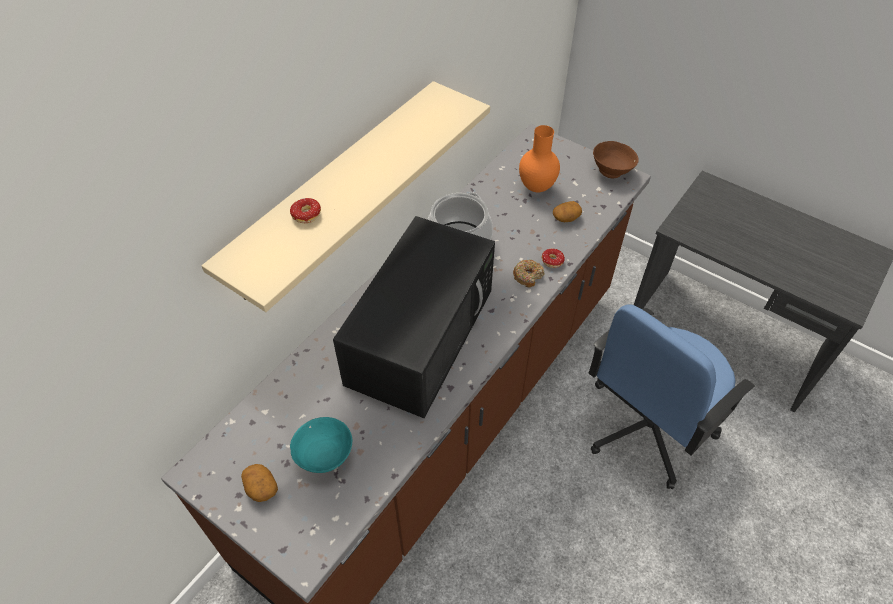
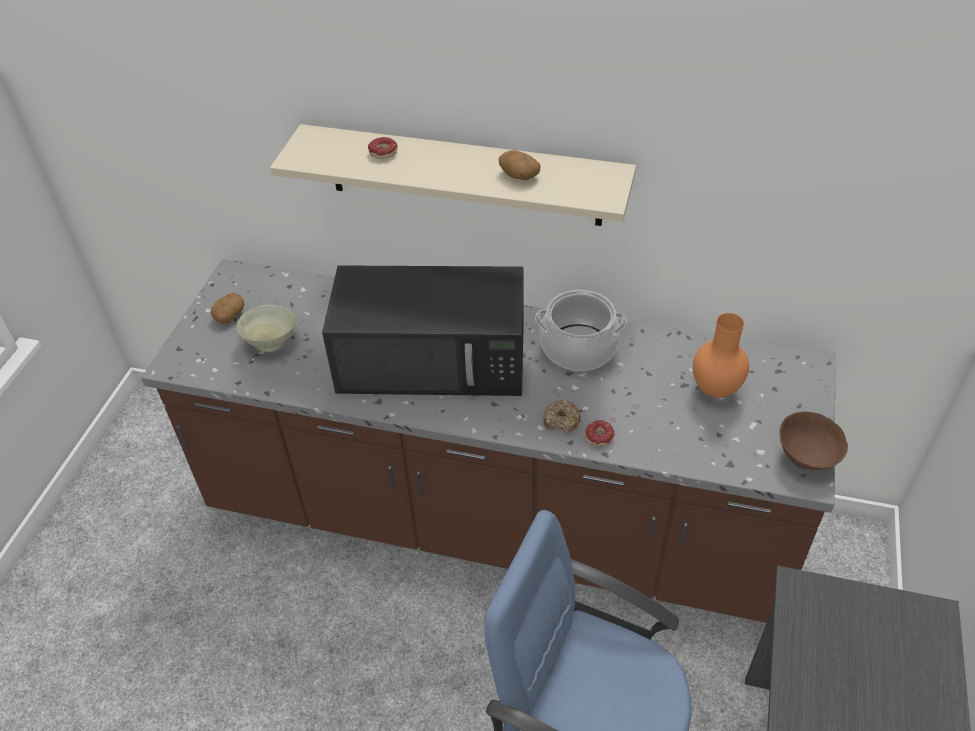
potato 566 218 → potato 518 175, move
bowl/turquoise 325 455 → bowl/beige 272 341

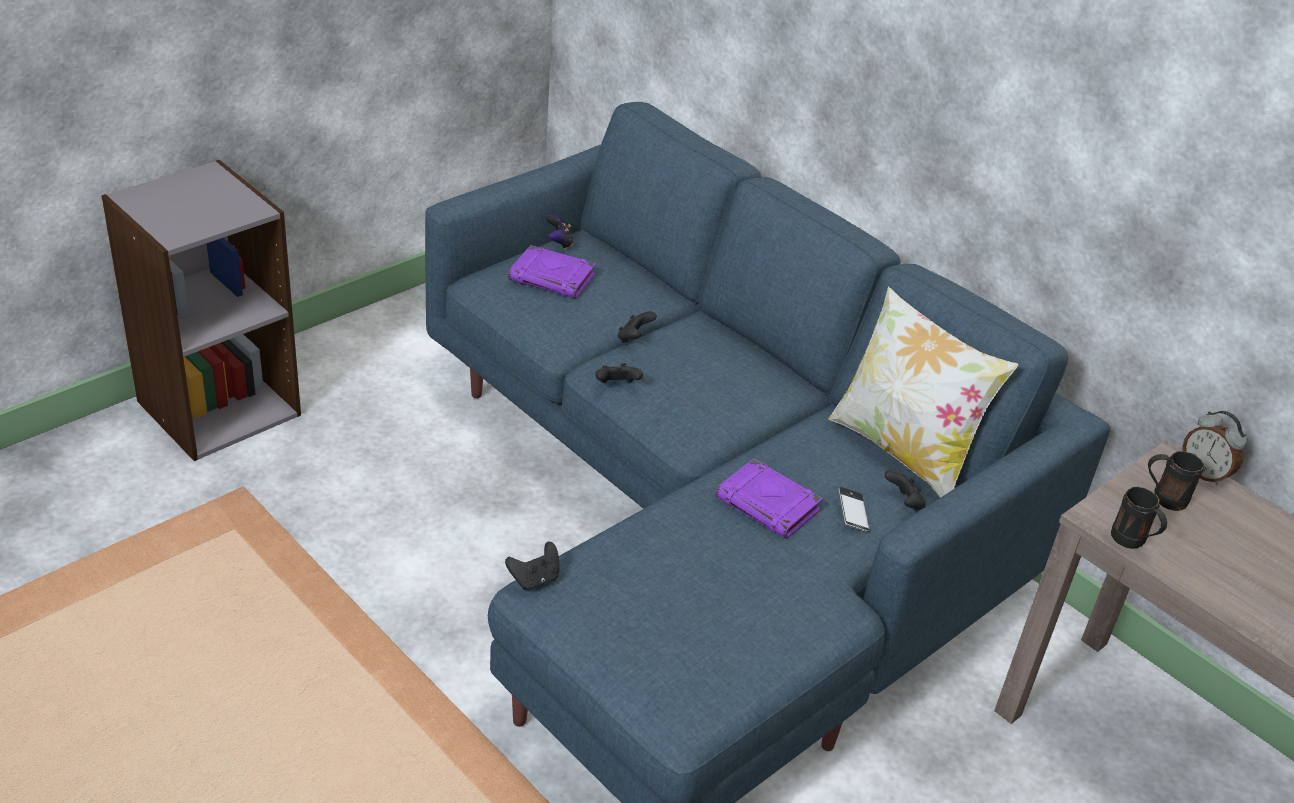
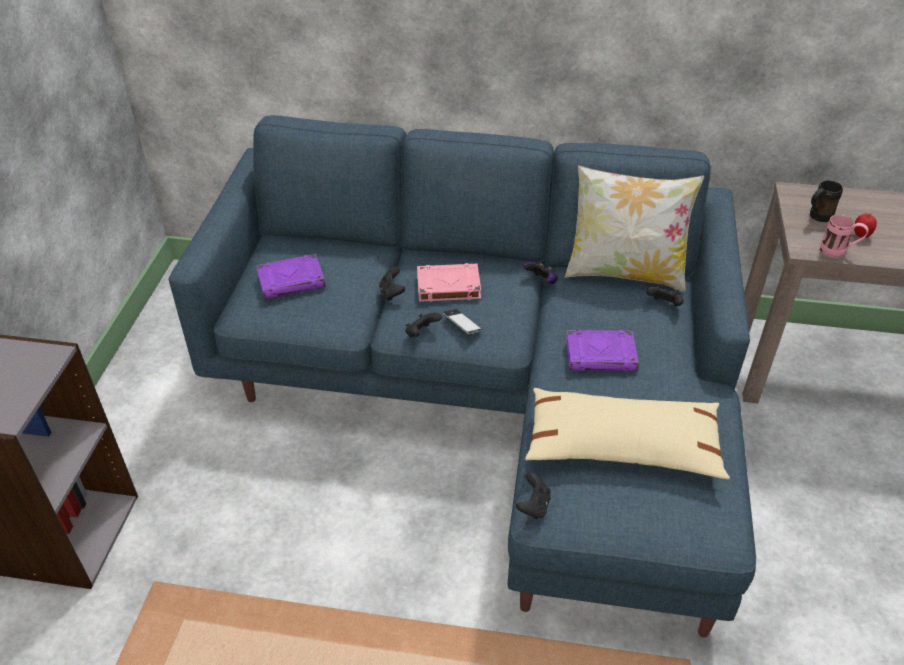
game controller 559 243 → game controller 541 281, move
alarm clock 1204 473 → -
phone 852 513 → phone 462 324, move
mug/black 1132 543 → mug/pink 838 253
- → apple 861 235
- → book/pink 447 286
- → pillow/beige 622 445

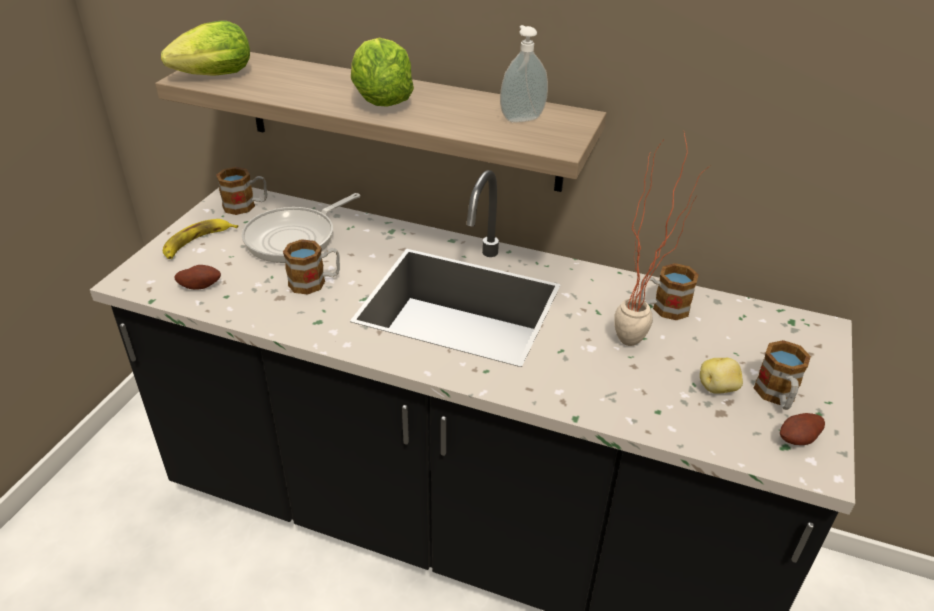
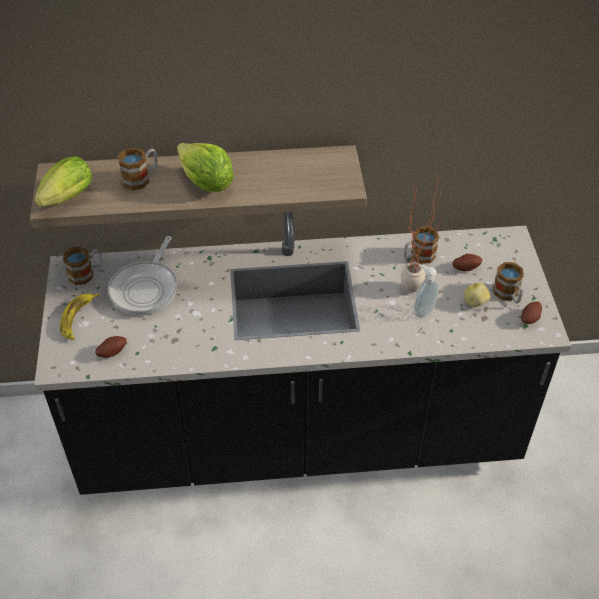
soap dispenser 521 118 → soap dispenser 423 310, move
mug 315 282 → mug 141 178, move
- → potato 465 267

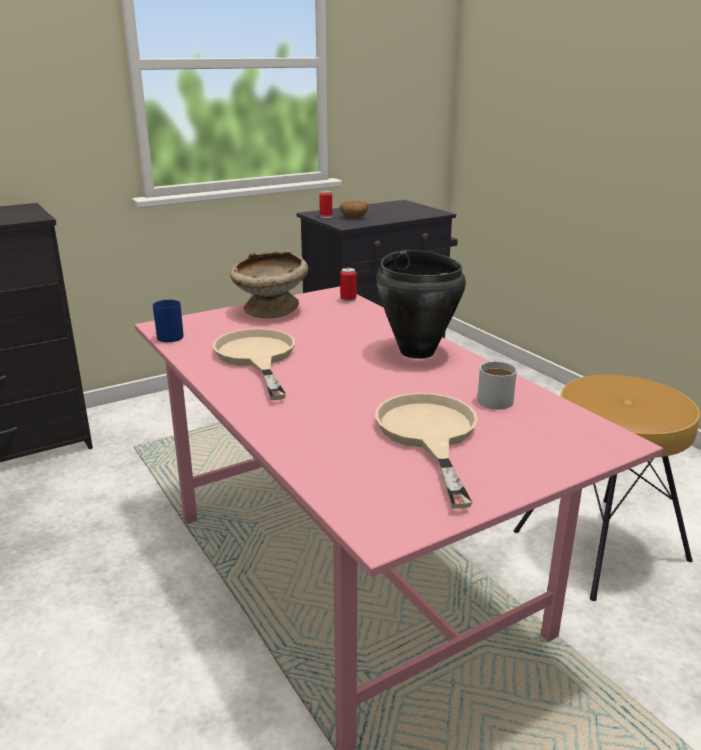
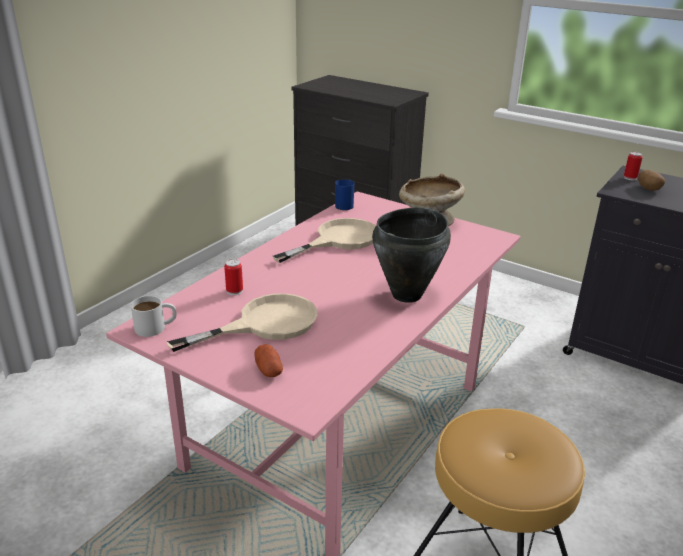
can 348 300 → can 234 291, move
mug/white 494 397 → mug/white 156 327, move
- → potato 269 370

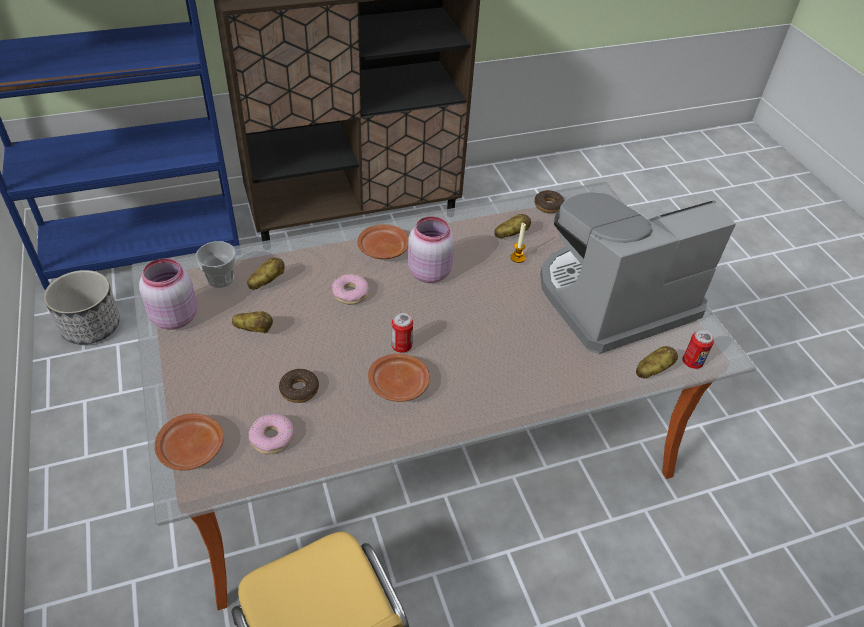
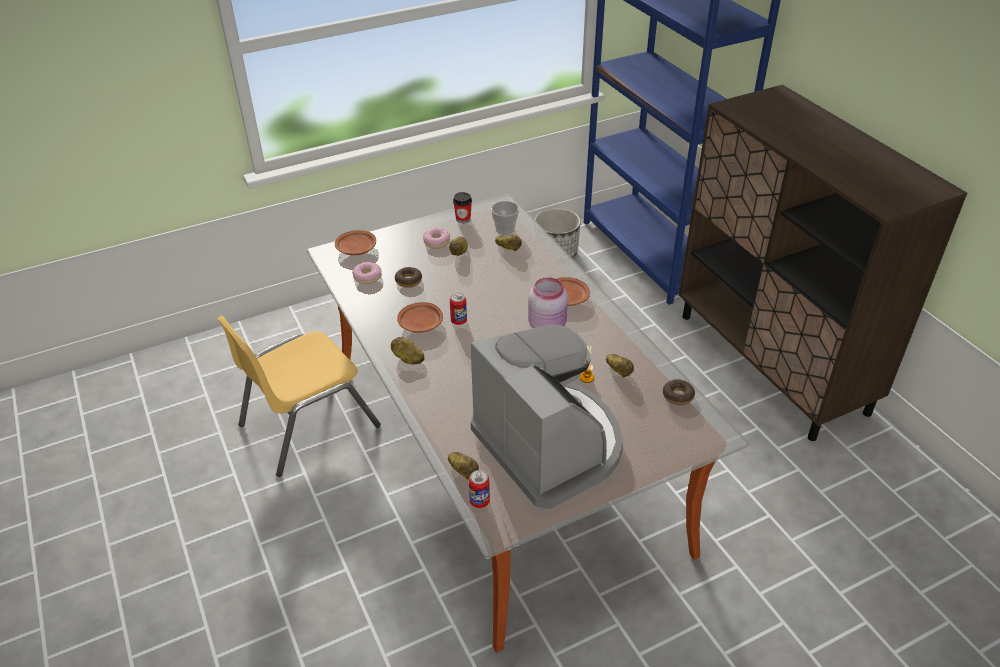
jar/pink 174 316 → cup 463 219
donut 350 293 → donut 437 242, move
- → potato 407 359

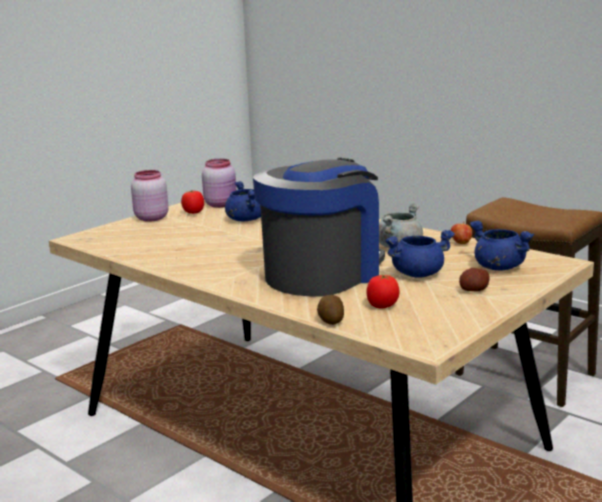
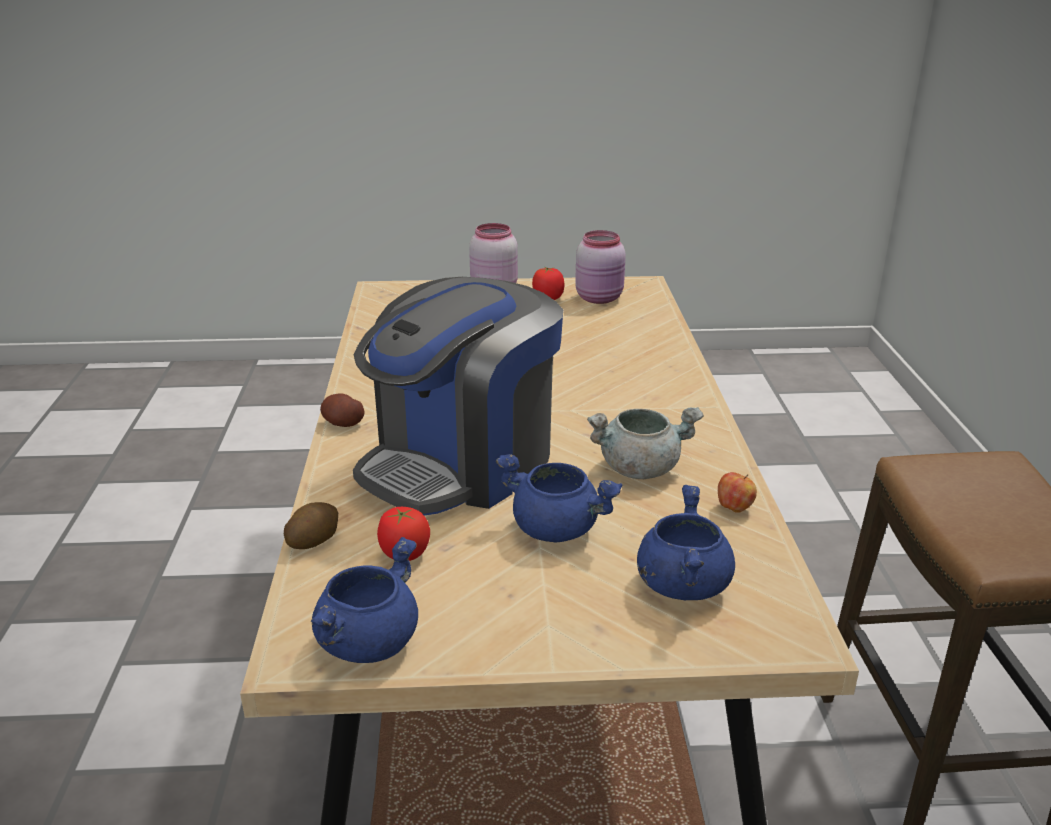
coffee machine 323 274 → coffee machine 461 463, 135 degrees clockwise
cooking pot/blue 245 219 → cooking pot/blue 368 641, move
potato 474 290 → potato 343 423, move

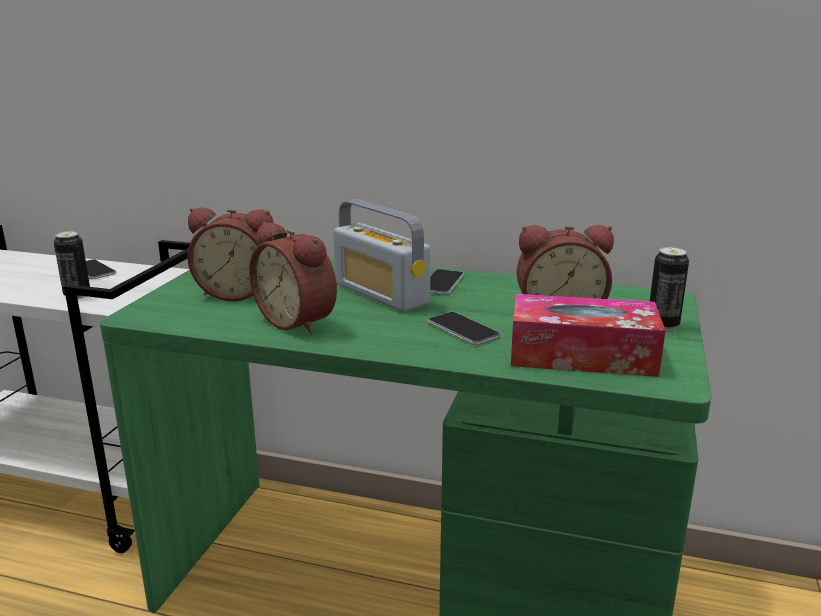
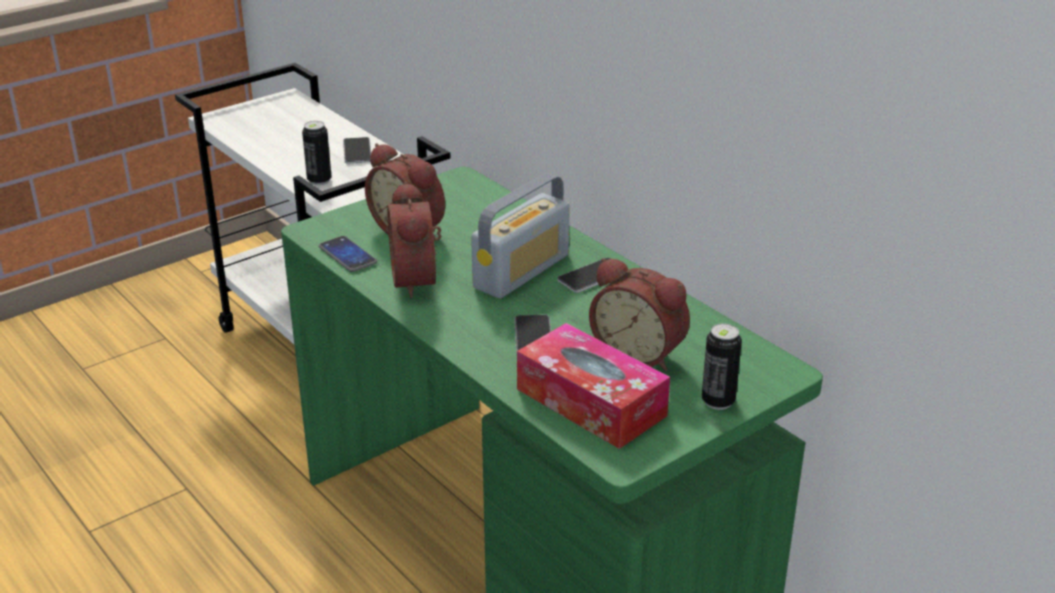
radio 381 294 → radio 521 271, 135 degrees counterclockwise
- → phone 347 255

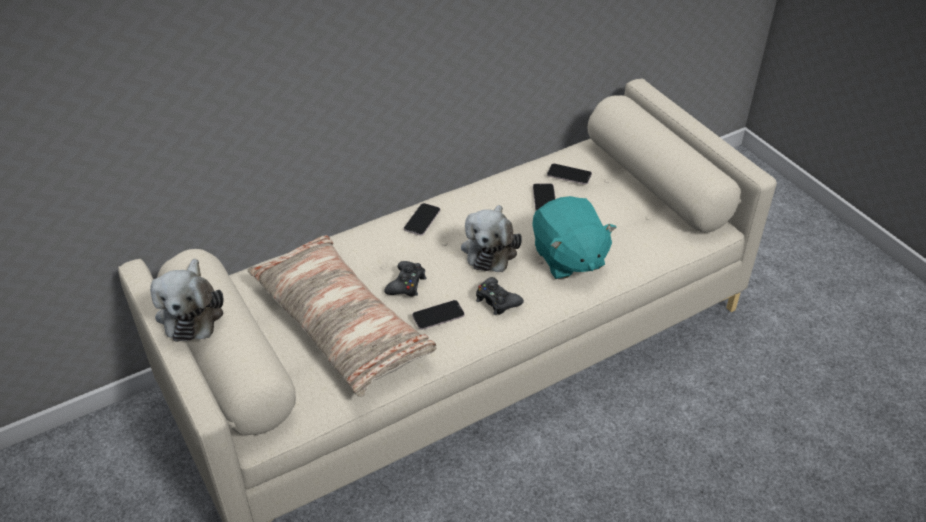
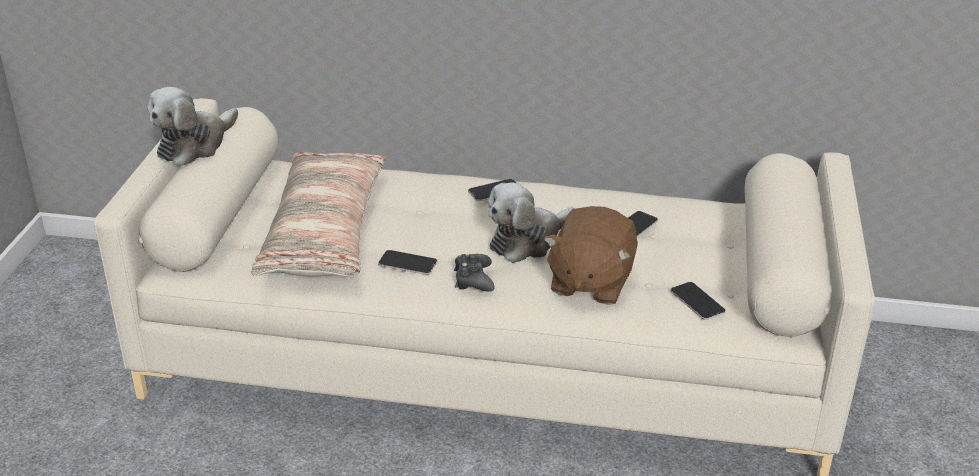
phone 569 174 → phone 697 301, move
plush toy/turquoise 568 258 → plush toy/brown 590 282
game controller/black 406 284 → -

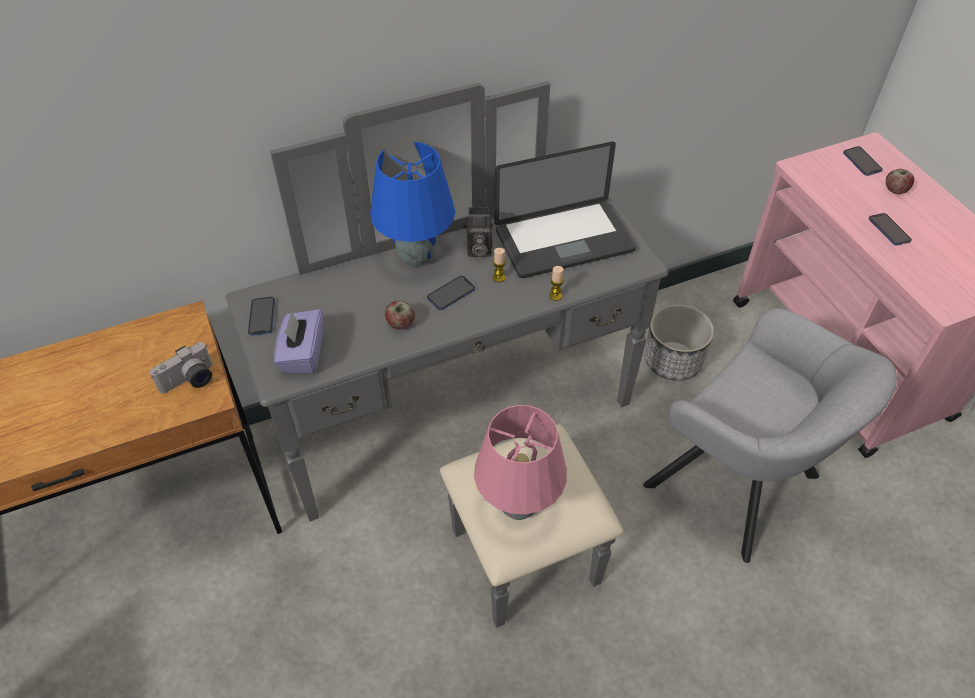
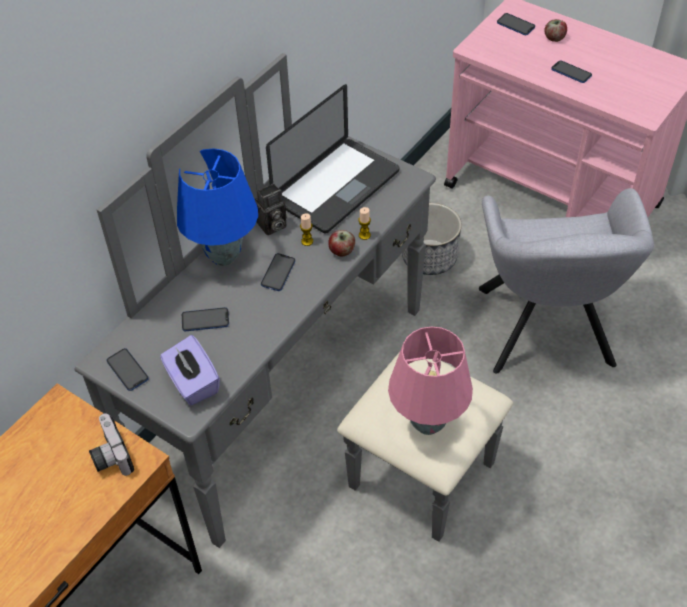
apple 400 324 → apple 342 251, move
armchair/grey 740 487 → armchair/grey 546 333, 75 degrees clockwise
photo camera 190 381 → photo camera 109 456, 135 degrees clockwise
- → phone 205 320

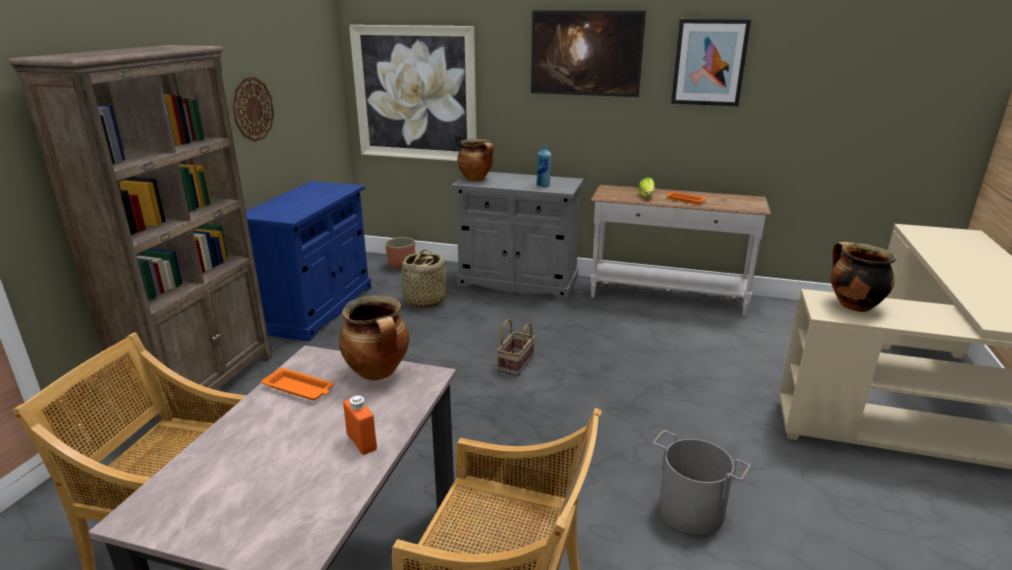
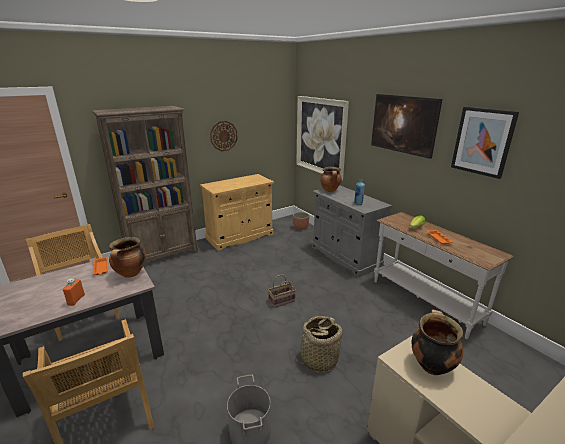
cabinet/blue 317 308 → cabinet/beige 240 236
basket 424 301 → basket 318 358, move

